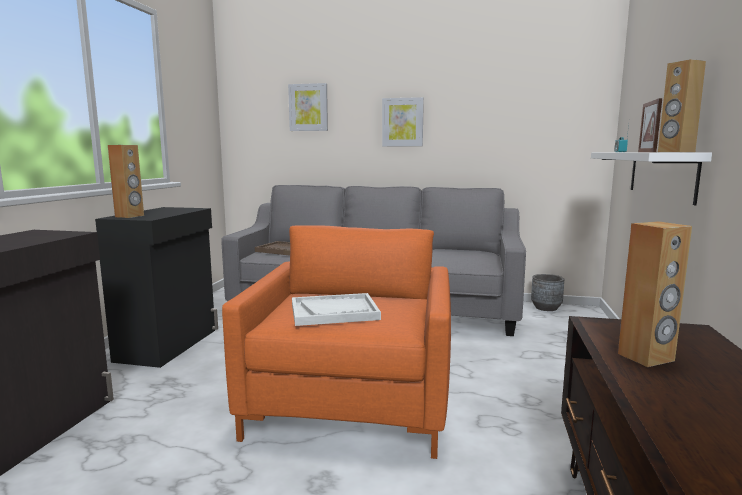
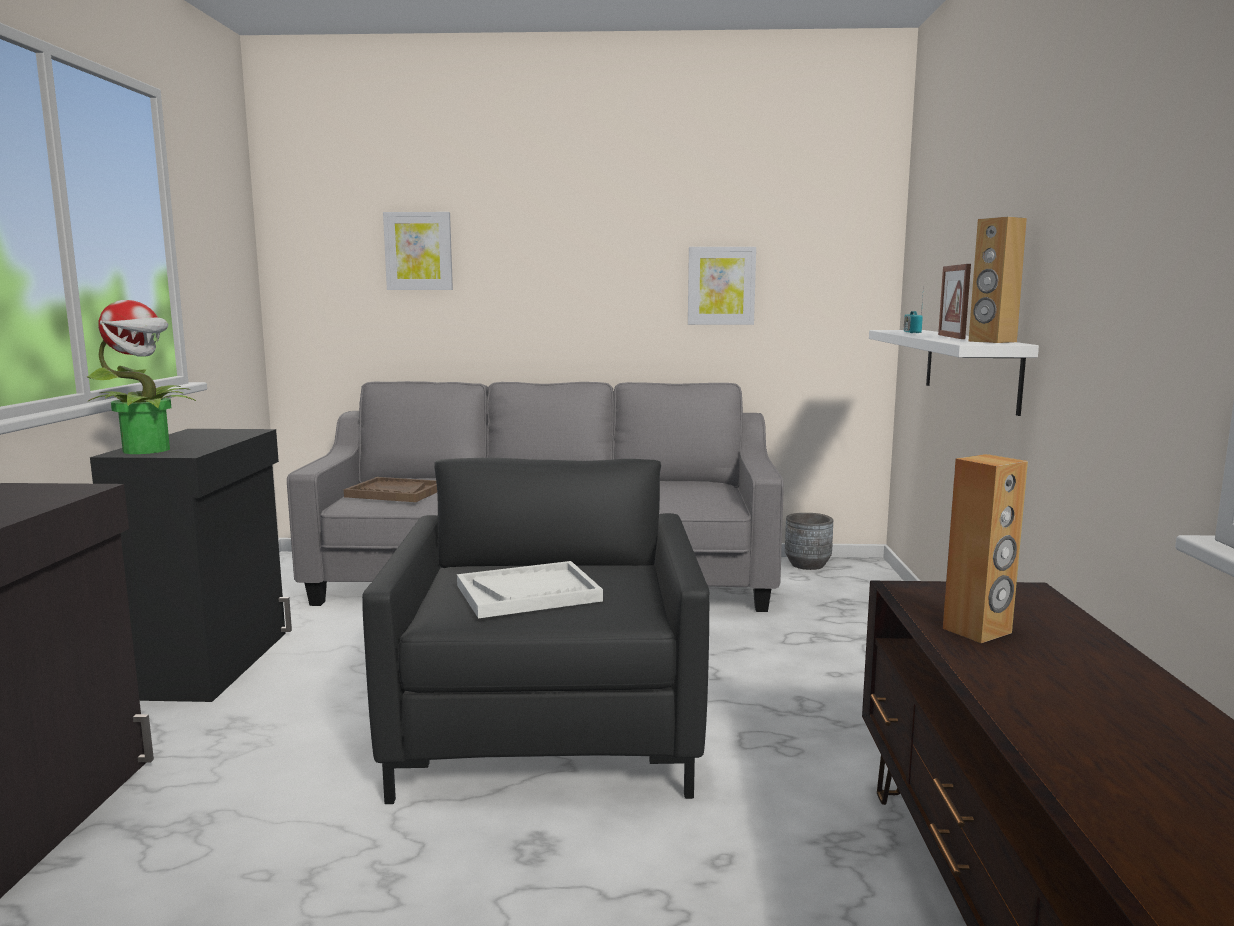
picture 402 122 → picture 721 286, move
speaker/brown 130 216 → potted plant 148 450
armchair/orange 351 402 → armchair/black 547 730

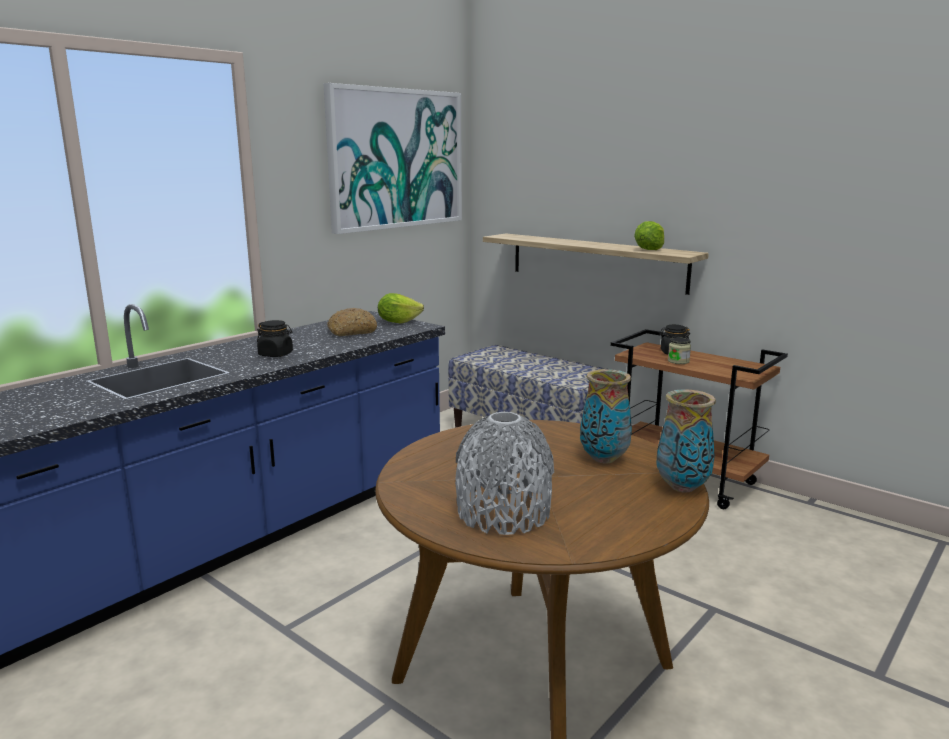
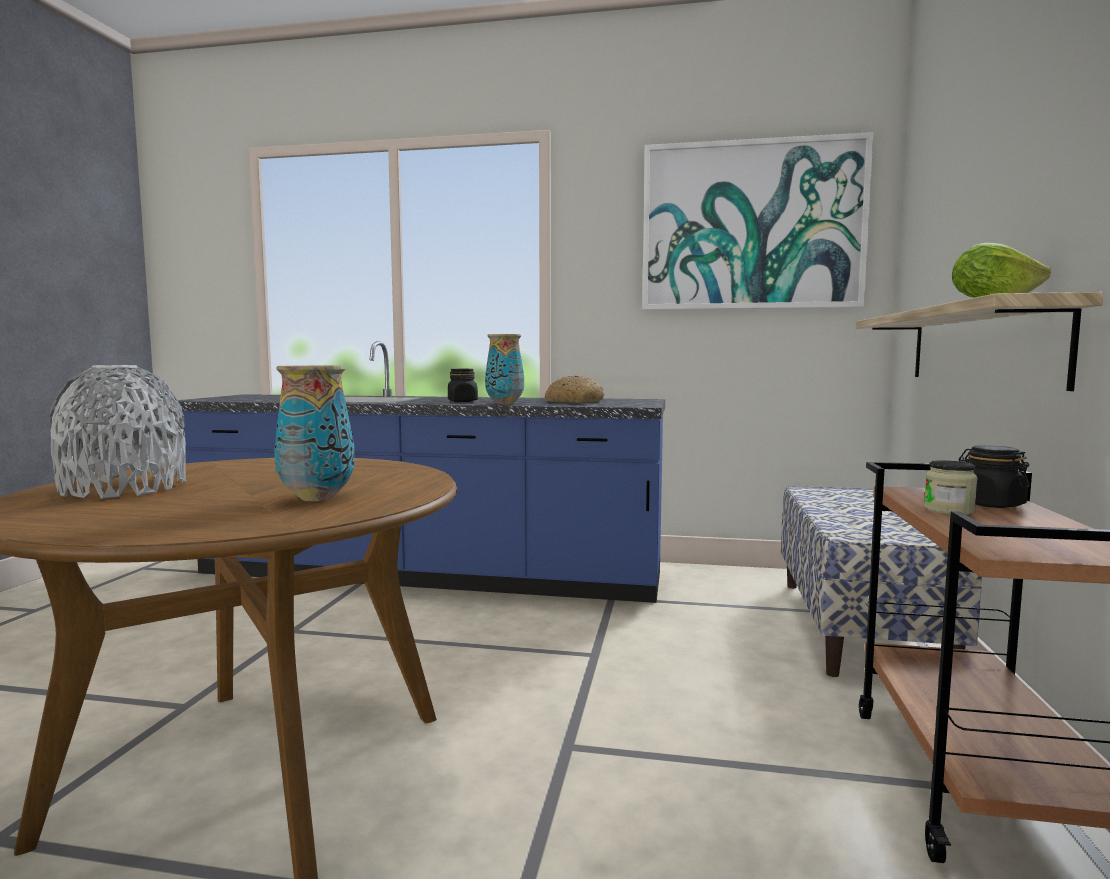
lettuce 398 322 → -
vase 682 487 → vase 504 404, move

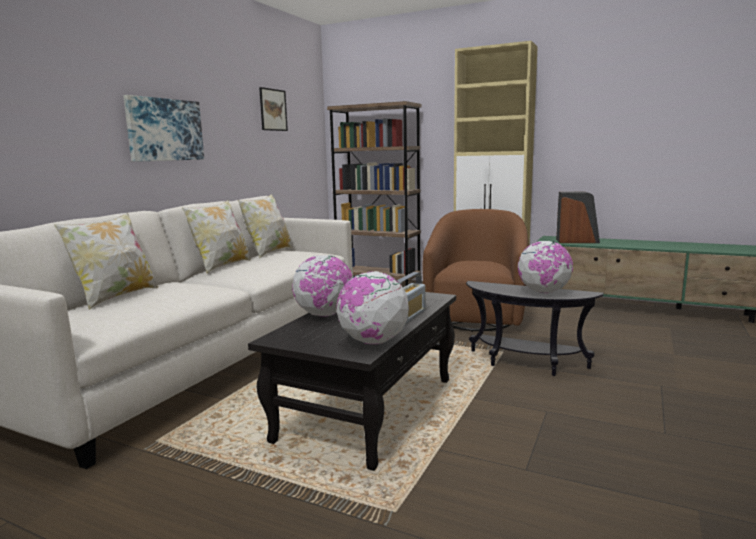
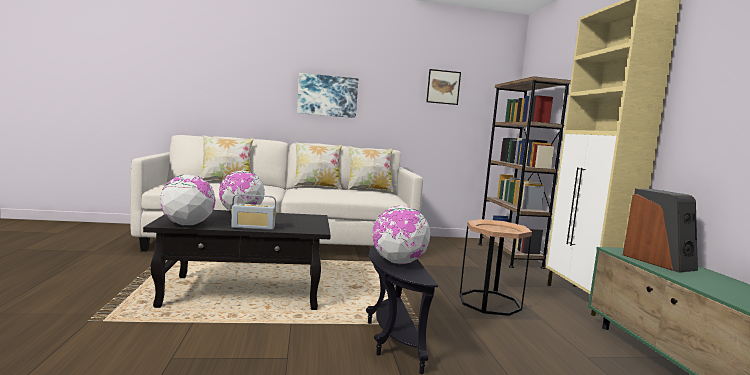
armchair/brown 476 316 → side table/brown 489 302

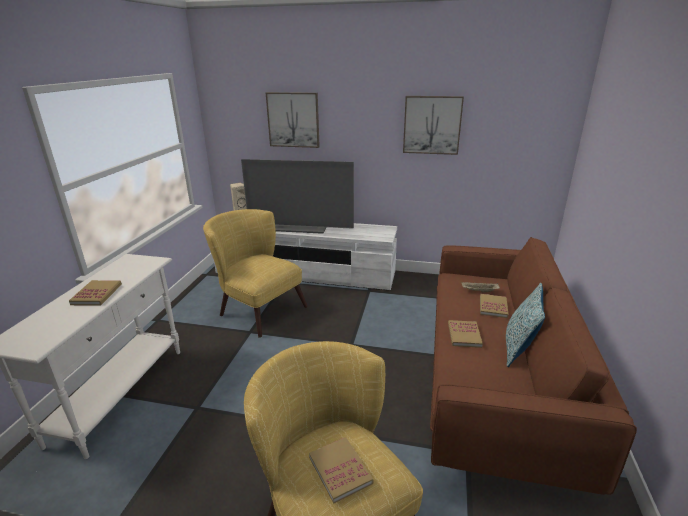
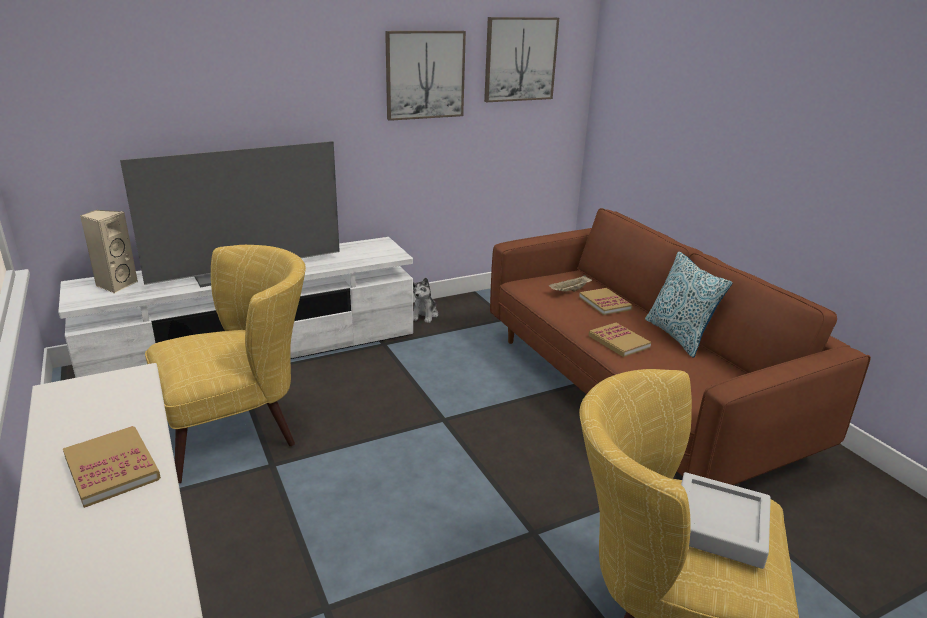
picture 293 120 → picture 520 59, move
armchair/yellow 257 308 → armchair/yellow 240 427, 150 degrees clockwise
book 340 470 → tray/grey 719 525
- → plush toy 424 315

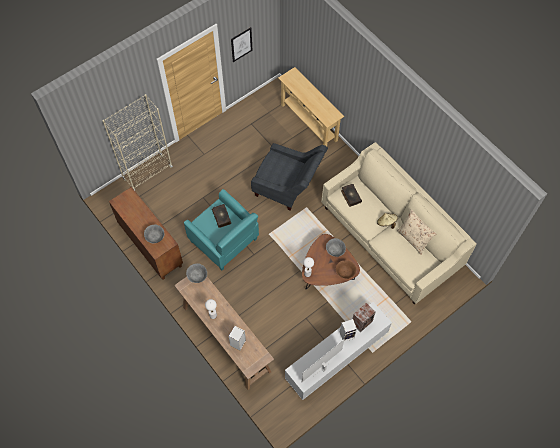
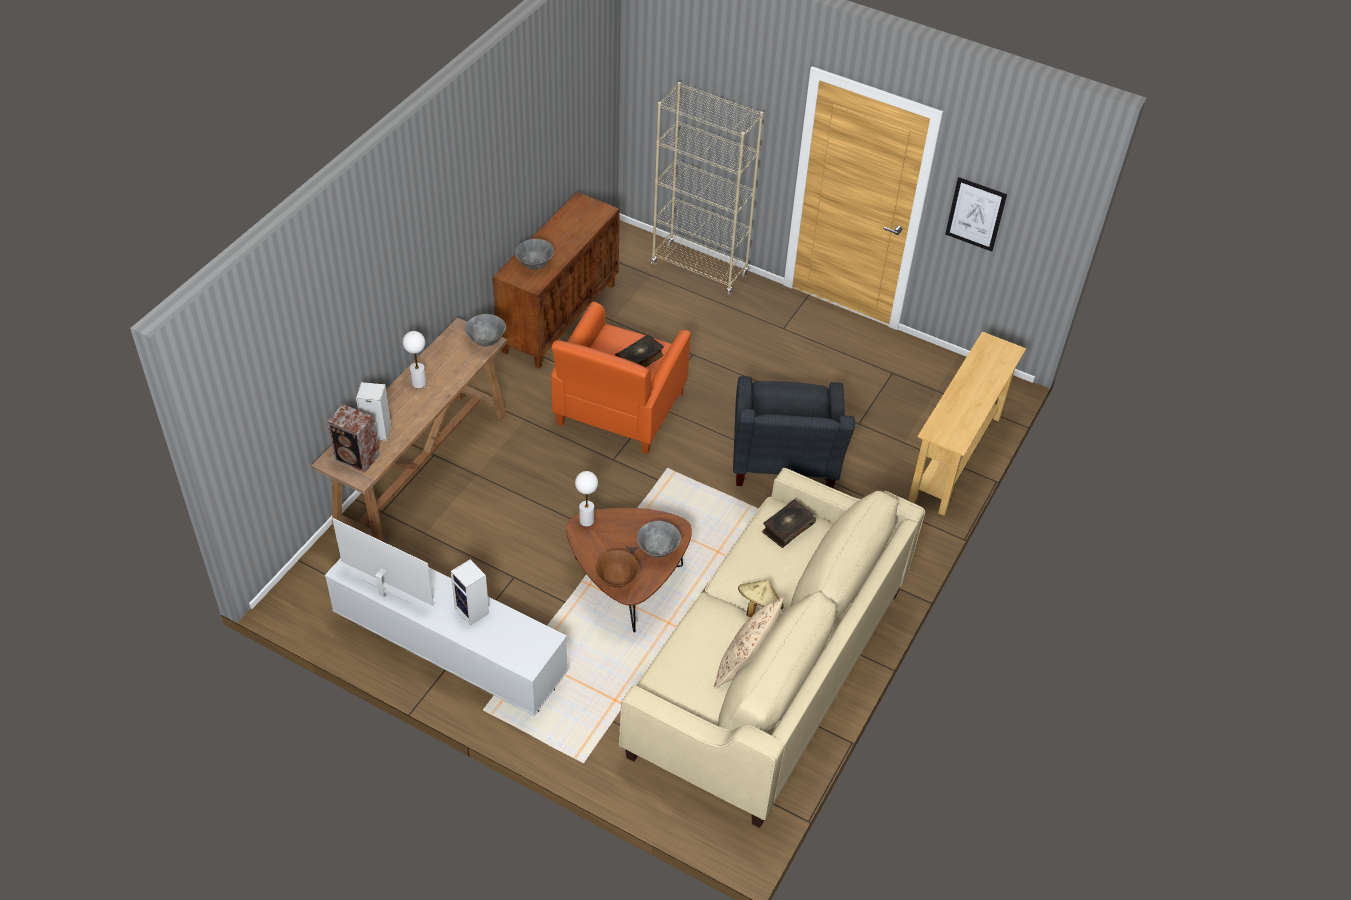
armchair/turquoise 224 241 → armchair/orange 619 409
speaker 362 322 → speaker 358 458, move

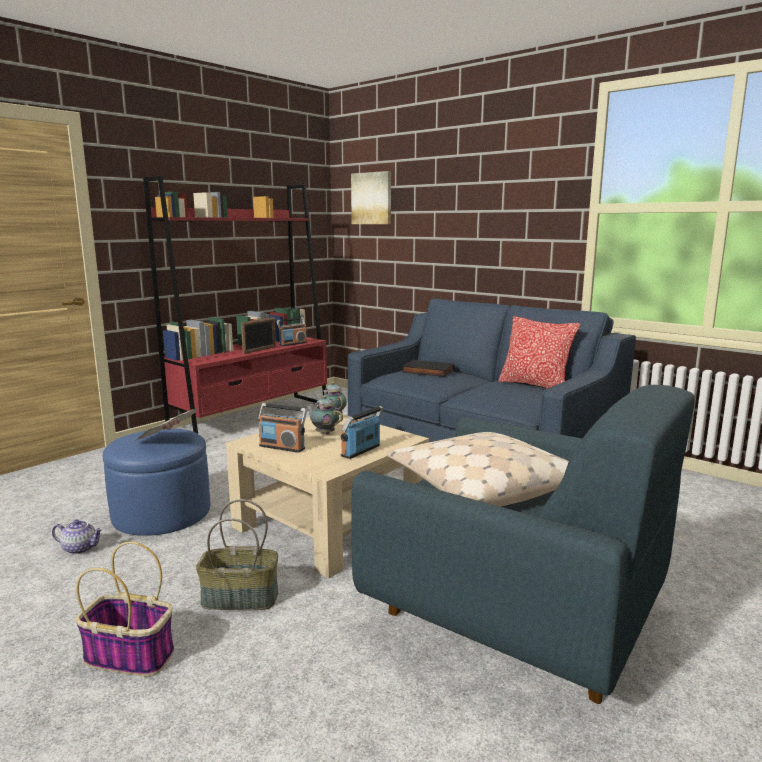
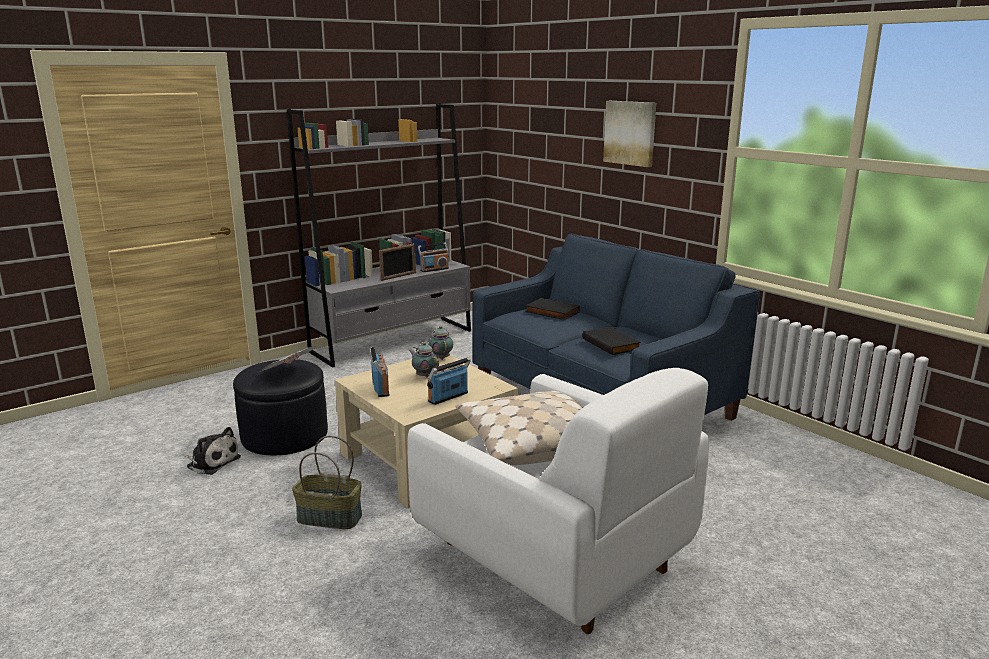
picture 372 198 → picture 630 133, move
bookcase/red 253 417 → bookcase/grey 393 341
pillow 535 386 → -
armchair/blue 516 616 → armchair/white 556 557
radio 282 447 → radio 381 388, 135 degrees counterclockwise
ottoman/blue 161 513 → ottoman/black 284 435
teapot 80 548 → plush toy 212 462
basket 131 656 → -
- → book/black 612 344

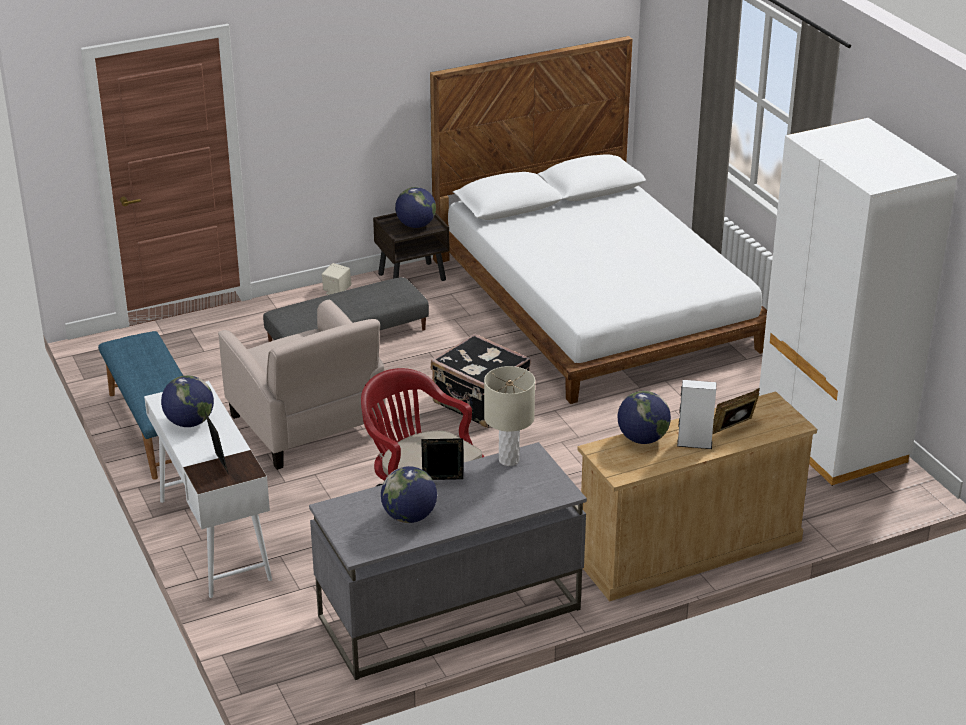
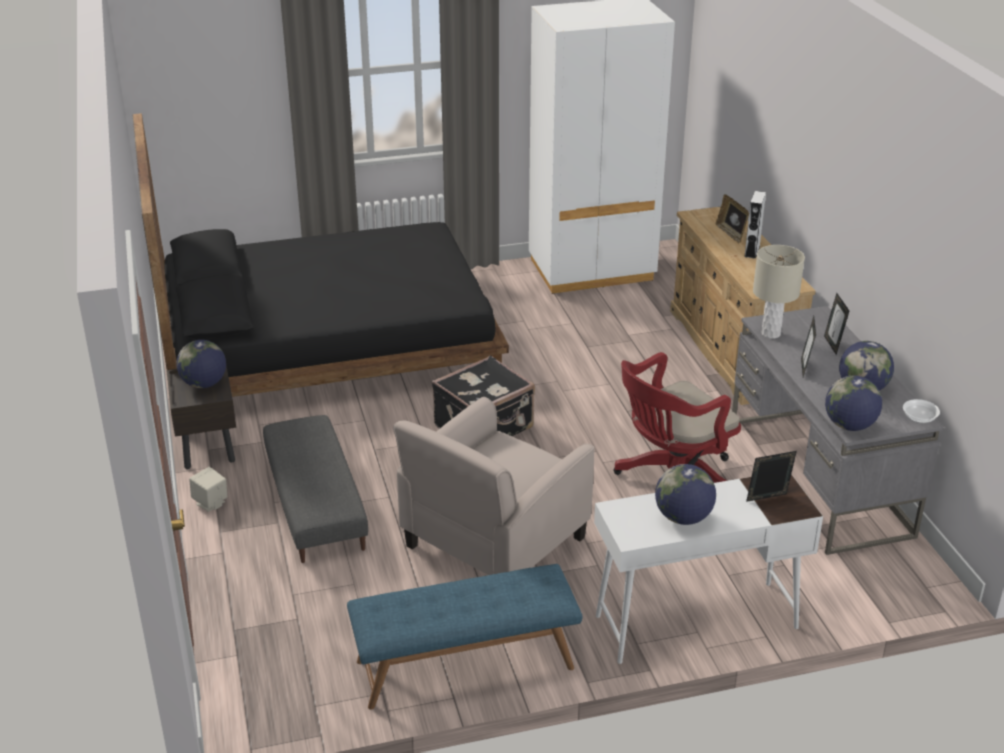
bed/white 596 304 → bed/black 327 343
armchair/beige 306 426 → armchair/beige 494 543, 150 degrees clockwise
globe 642 439 → globe 849 426, move
- → picture frame 833 345
- → bowl 919 418

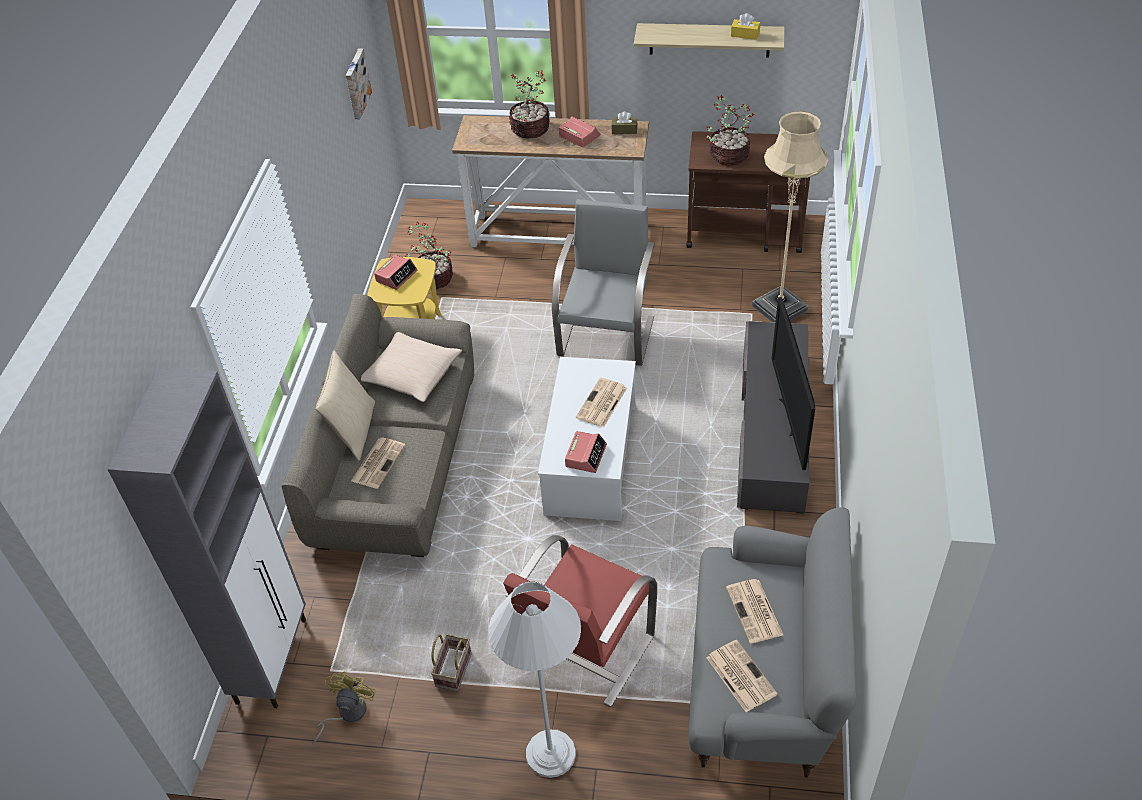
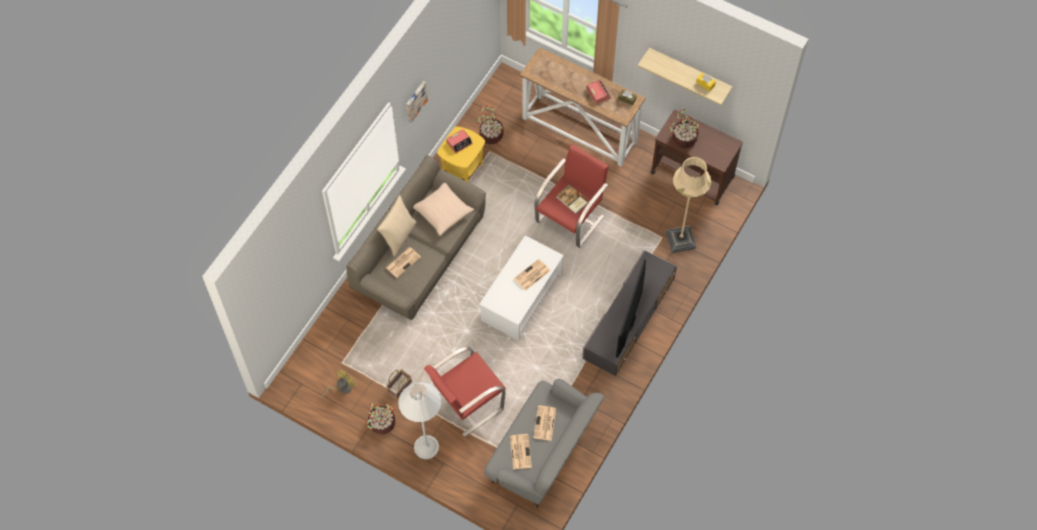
picture 356 83 → picture 415 101, move
potted plant 529 129 → potted plant 381 424, move
armchair/grey 606 335 → armchair/red 570 218
cabinet/grey 272 659 → -
alarm clock 586 455 → -
- → book 572 200

